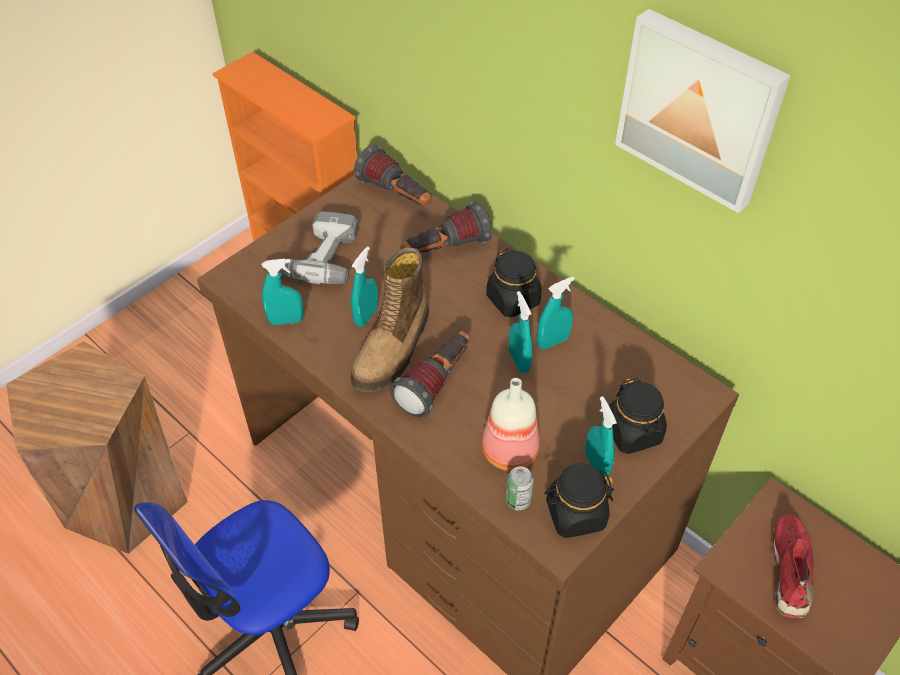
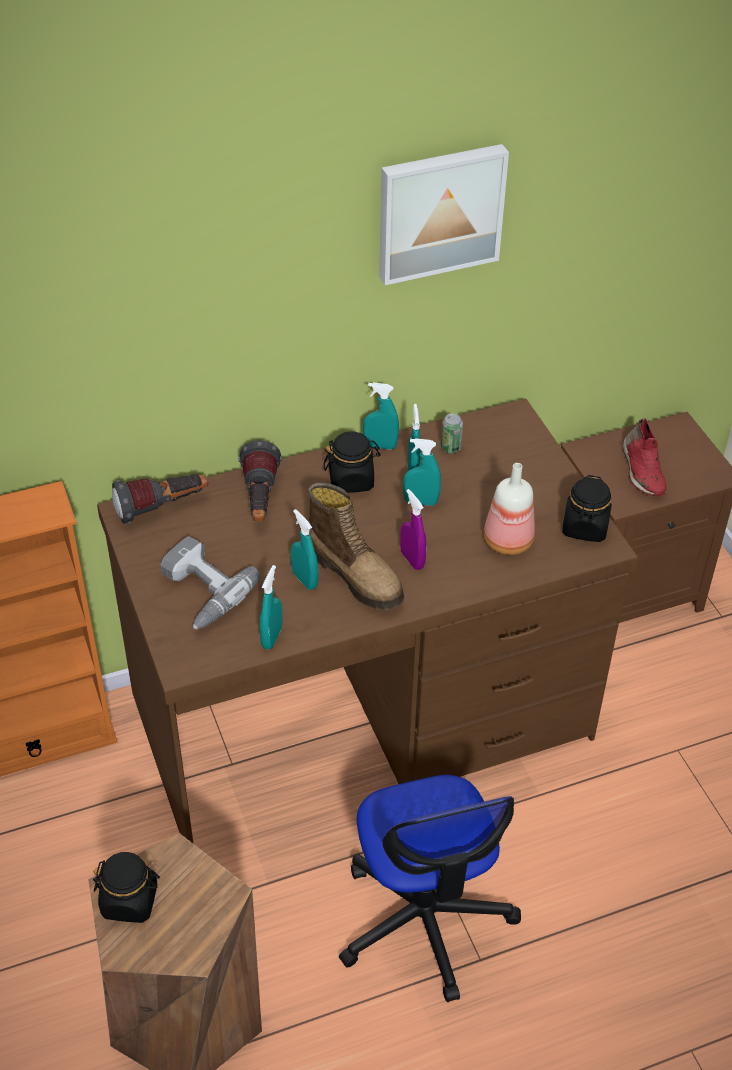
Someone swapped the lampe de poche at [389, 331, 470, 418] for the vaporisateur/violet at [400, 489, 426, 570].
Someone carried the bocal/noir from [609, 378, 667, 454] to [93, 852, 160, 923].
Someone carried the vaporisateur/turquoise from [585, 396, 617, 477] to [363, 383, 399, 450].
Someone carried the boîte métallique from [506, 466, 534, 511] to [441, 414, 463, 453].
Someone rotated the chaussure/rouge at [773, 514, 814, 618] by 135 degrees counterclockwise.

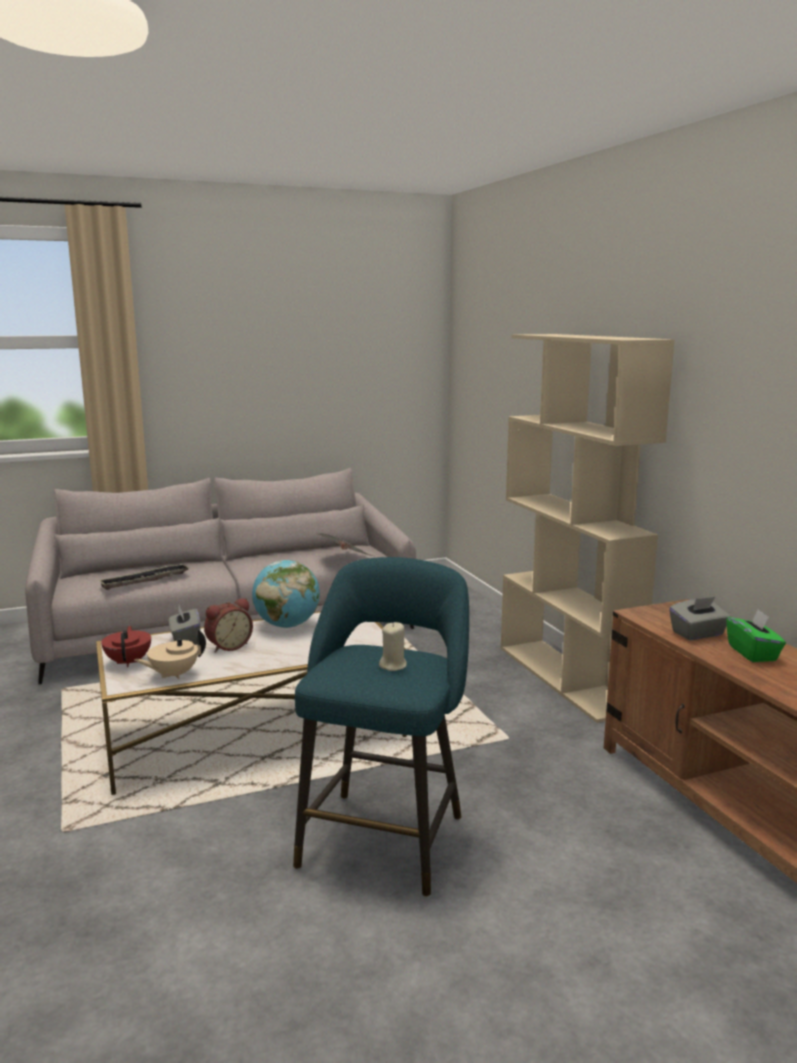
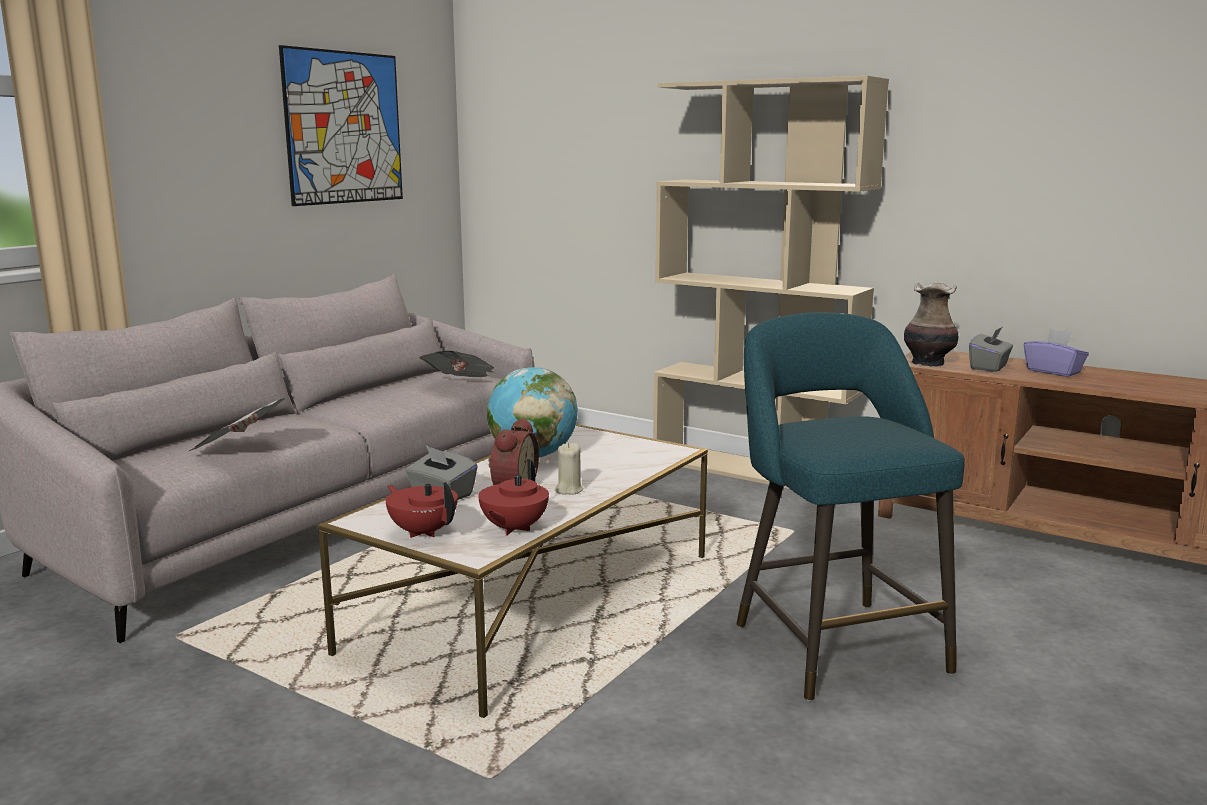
Someone swapped the plateau at [98, 564, 189, 590] for the journal at [189, 398, 285, 451].
Someone repainted the boîte à mouchoirs/vert at [726, 609, 786, 662], which became the boîte à mouchoirs/violet at [1024, 329, 1089, 377].
Someone carried the bougie/beige from [379, 622, 407, 671] to [555, 443, 584, 495].
Someone repainted the théière/beige at [135, 629, 206, 679], which became the théière/rouge at [478, 459, 549, 536].
Someone put up the tableau at [279, 45, 403, 206].
Someone put down the vase at [904, 282, 959, 367].

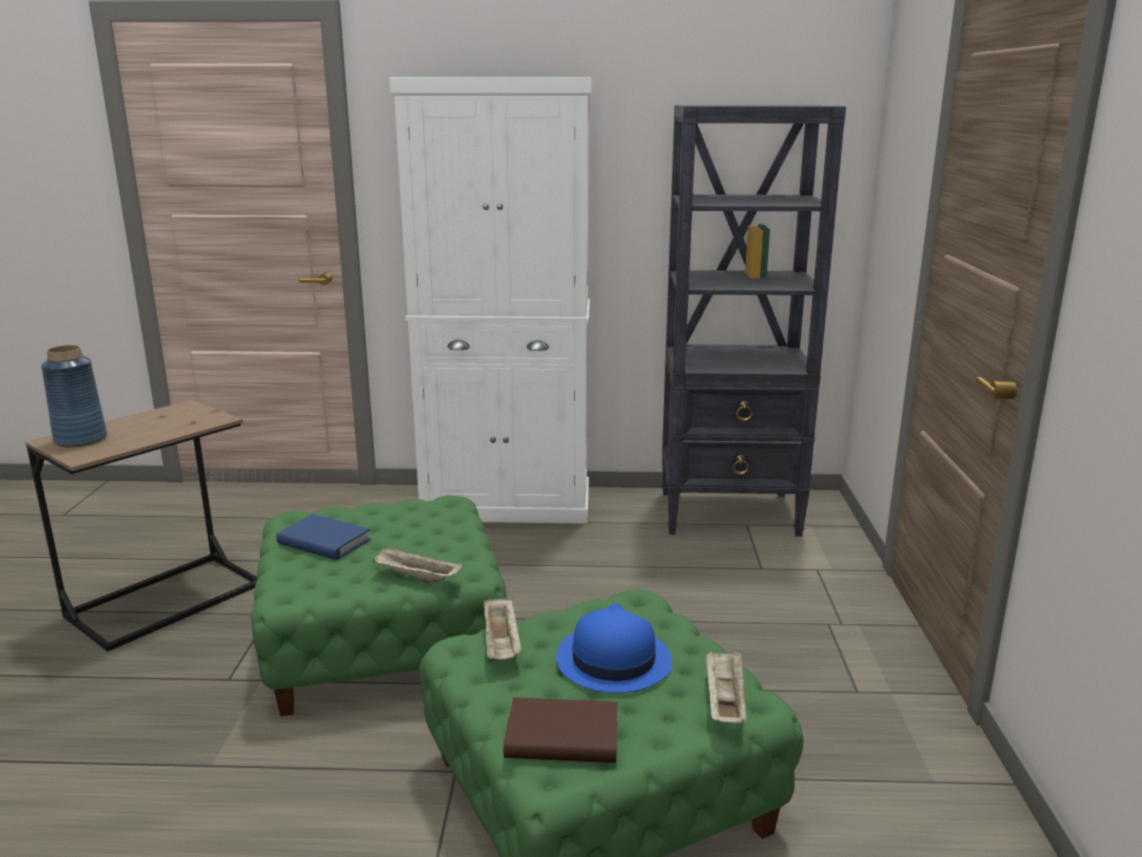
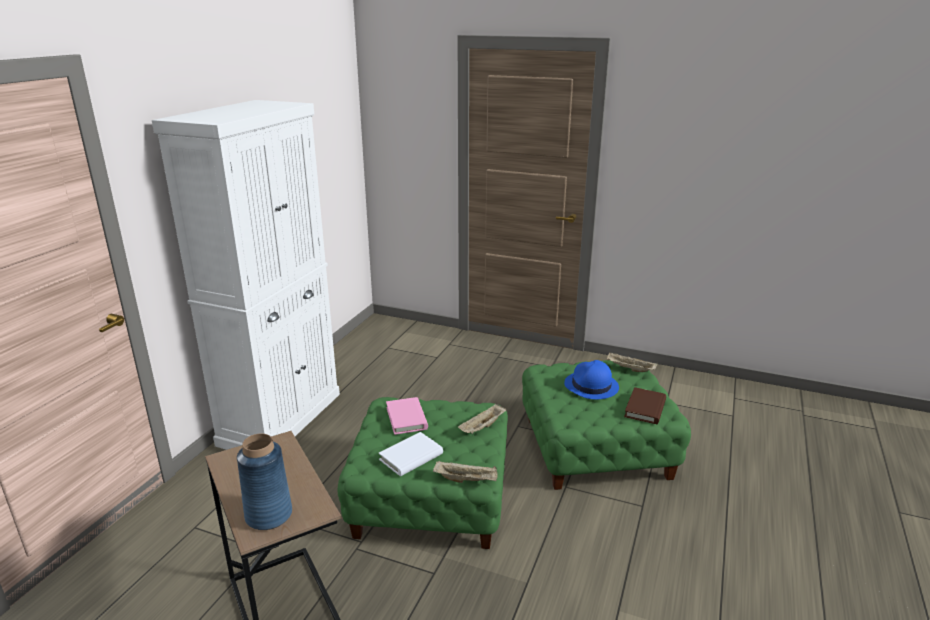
Someone took away the bibliothèque/noir at [662, 105, 846, 537].
Someone repainted the livre/bleu at [276, 514, 371, 560], which became the livre/blanc at [379, 432, 443, 476].
Someone carried the plateau/beige from [484, 597, 522, 659] to [433, 460, 498, 483].
Someone put down the livre/rose at [386, 397, 428, 435].

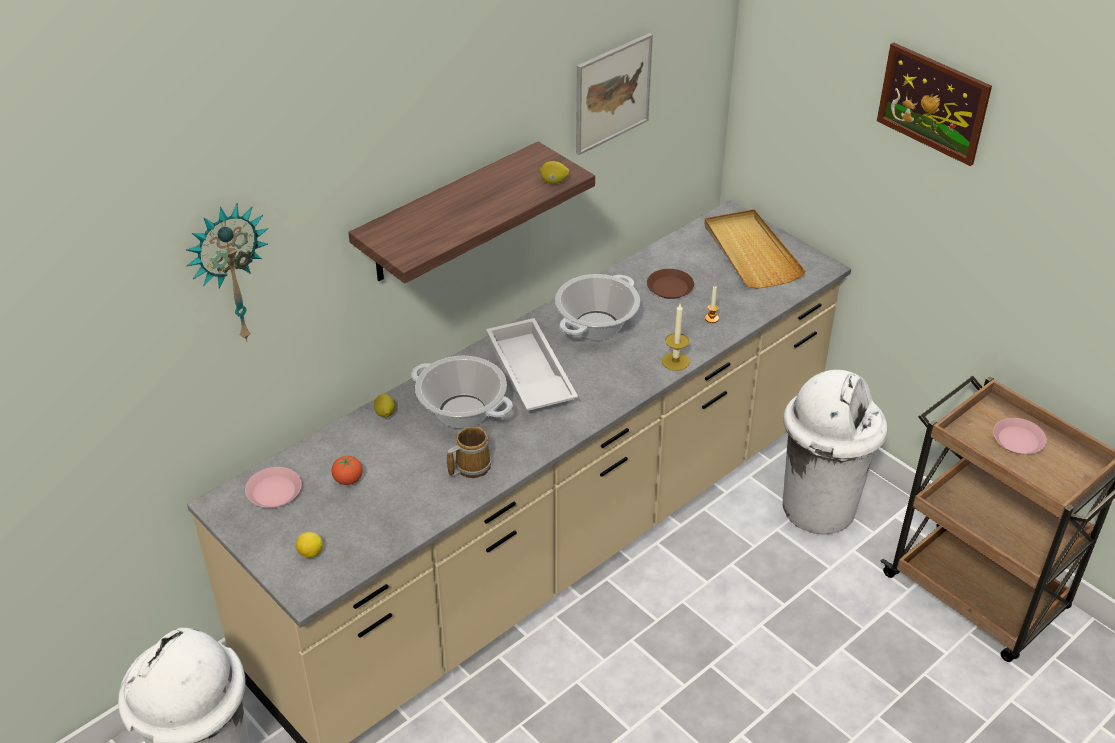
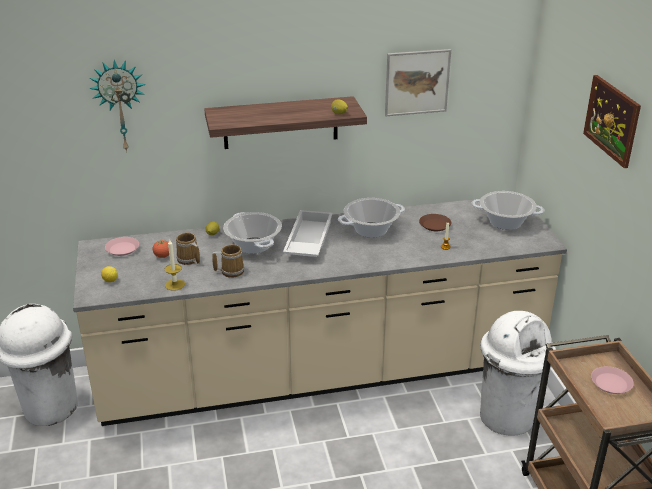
Someone swapped the plateau/beige at [704, 209, 805, 289] for the marmite at [471, 191, 544, 230].
Someone carried the bougie from [662, 304, 689, 371] to [165, 240, 185, 291].
Someone put down the mug at [176, 232, 200, 265].

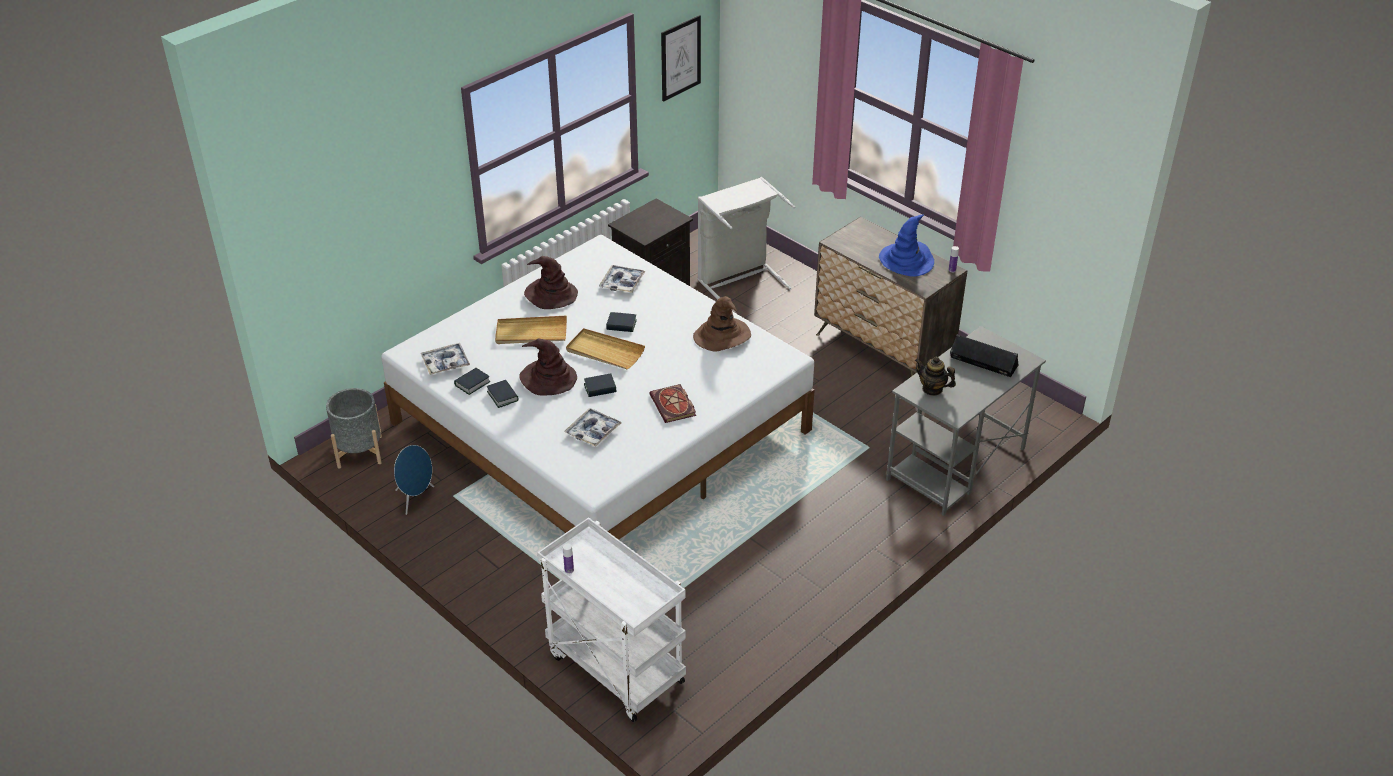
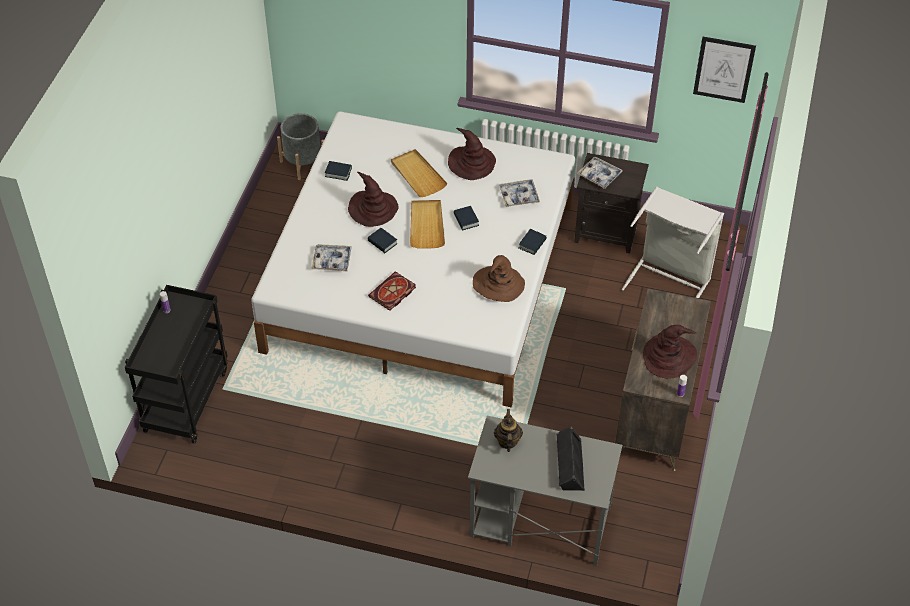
Someone repainted the chapeau/bleu at [879, 214, 934, 277], which became the chapeau/marron at [643, 325, 697, 379].
Someone carried the plateau from [421, 343, 470, 375] to [577, 157, 623, 189].
Someone carried the livre from [487, 380, 519, 408] to [518, 229, 547, 255].
Someone took away the enceinte/bleu at [394, 445, 434, 515].
Someone repainted the chariot/blanc at [537, 517, 686, 722], which became the chariot/noir at [125, 285, 228, 444].

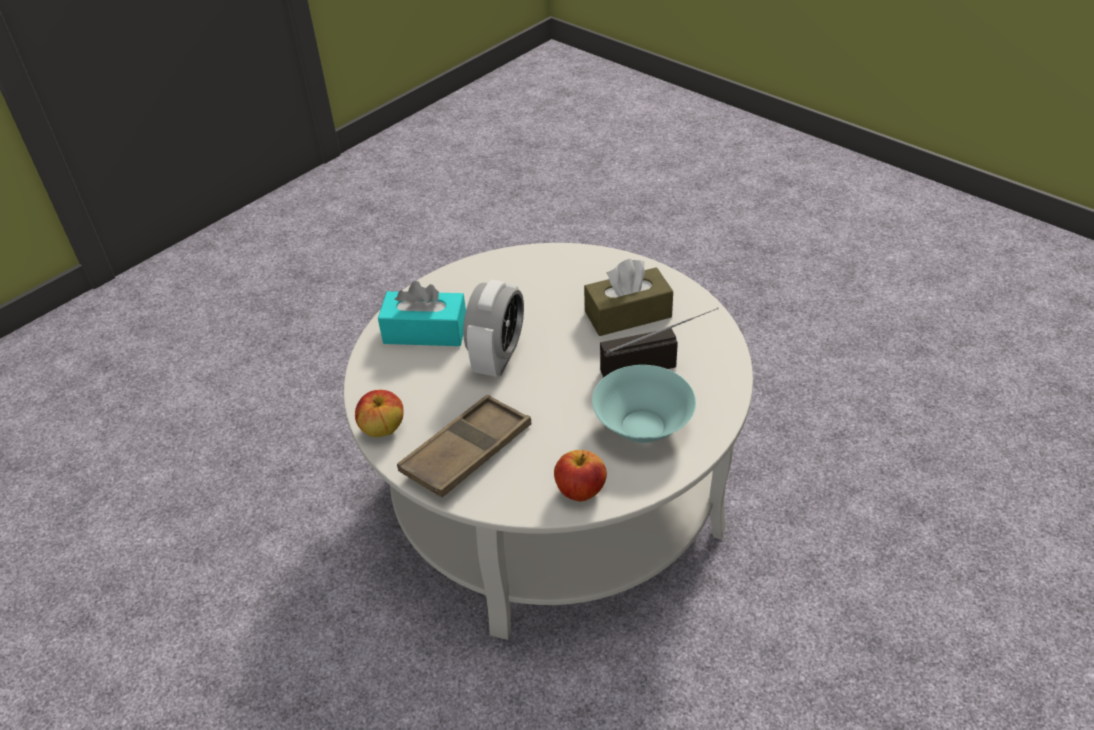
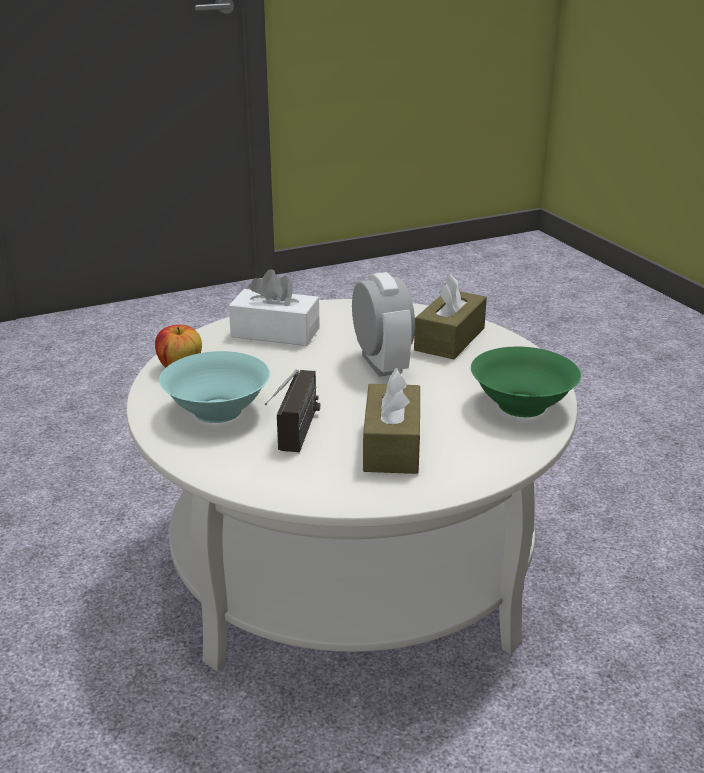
Someone rotated the réveil at [463, 280, 524, 377] by 150 degrees counterclockwise.
Someone repainted the boîte à mouchoirs/turquoise at [378, 281, 466, 346], which became the boîte à mouchoirs/marron at [414, 273, 487, 359].
Someone took away the pomme at [355, 390, 403, 437].
Someone swapped the plateau/marron at [397, 395, 531, 497] for the boîte à mouchoirs/blanc at [229, 269, 320, 346].
Someone put down the bol/vert at [471, 347, 581, 417].

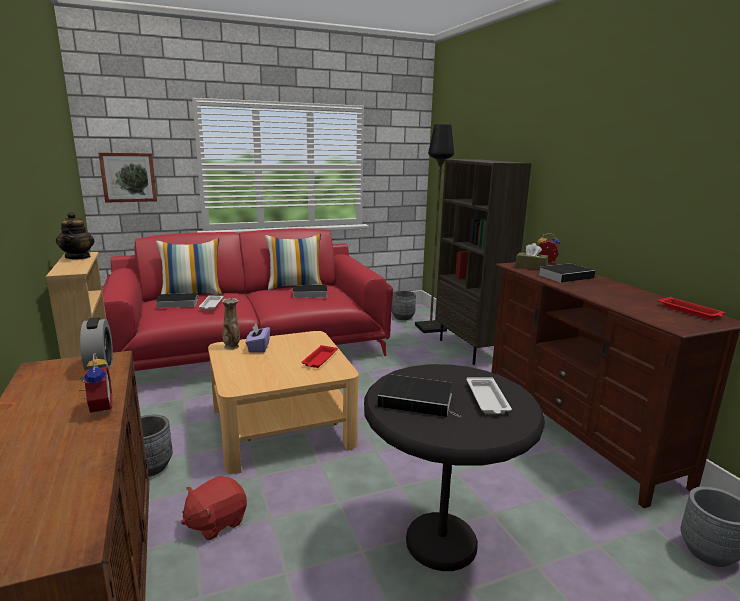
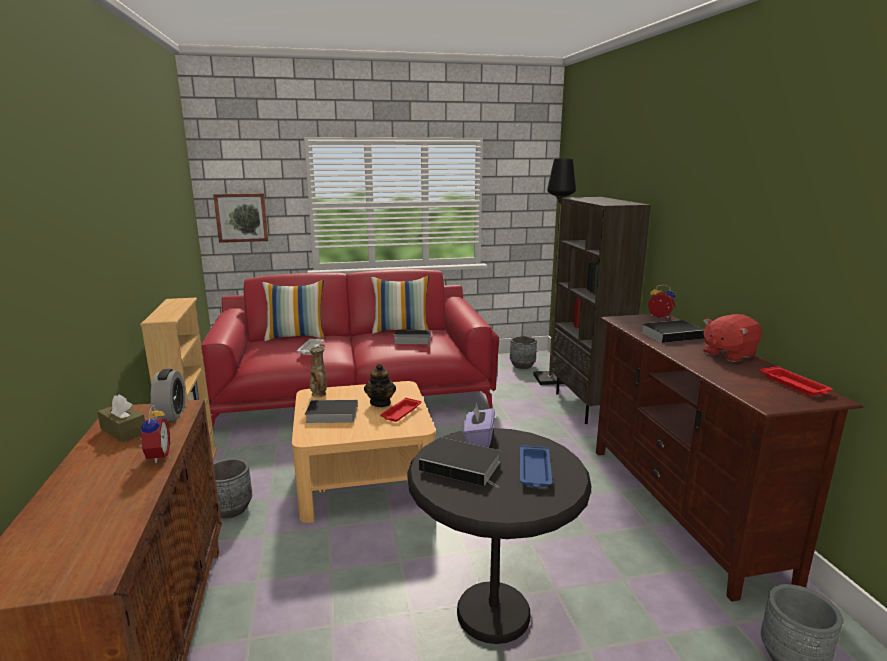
Someone carried the théière from [56, 212, 94, 260] to [364, 364, 396, 407].
Someone carried the boîte à mouchoirs/marron from [515, 243, 548, 270] to [97, 394, 145, 442].
Someone carried the livre from [156, 293, 198, 308] to [303, 400, 358, 423].
Someone carried the boîte à mouchoirs/violet from [246, 324, 270, 353] to [463, 402, 495, 447].
Someone repainted the plateau/blanc at [467, 377, 512, 414], which became the plateau/bleu at [520, 445, 552, 487].
Someone carried the peluche/rouge from [181, 476, 247, 540] to [703, 314, 762, 362].

